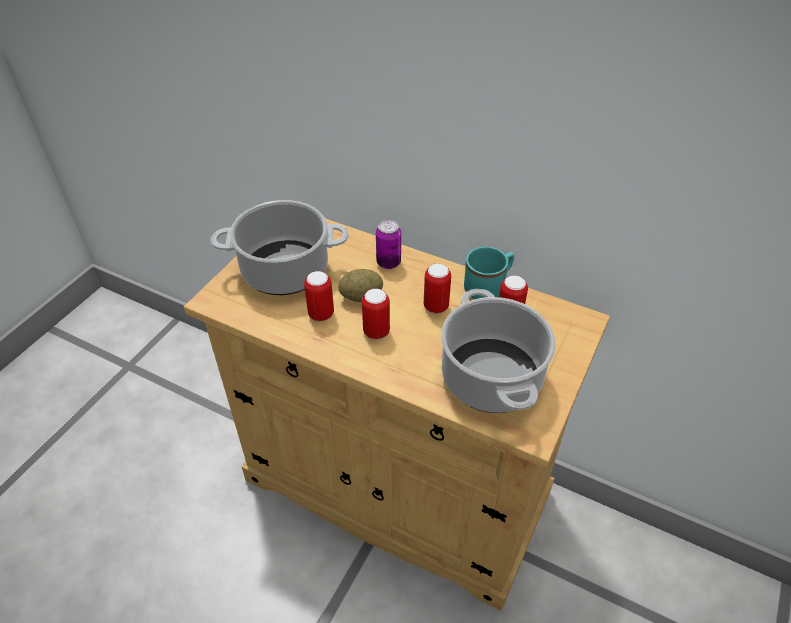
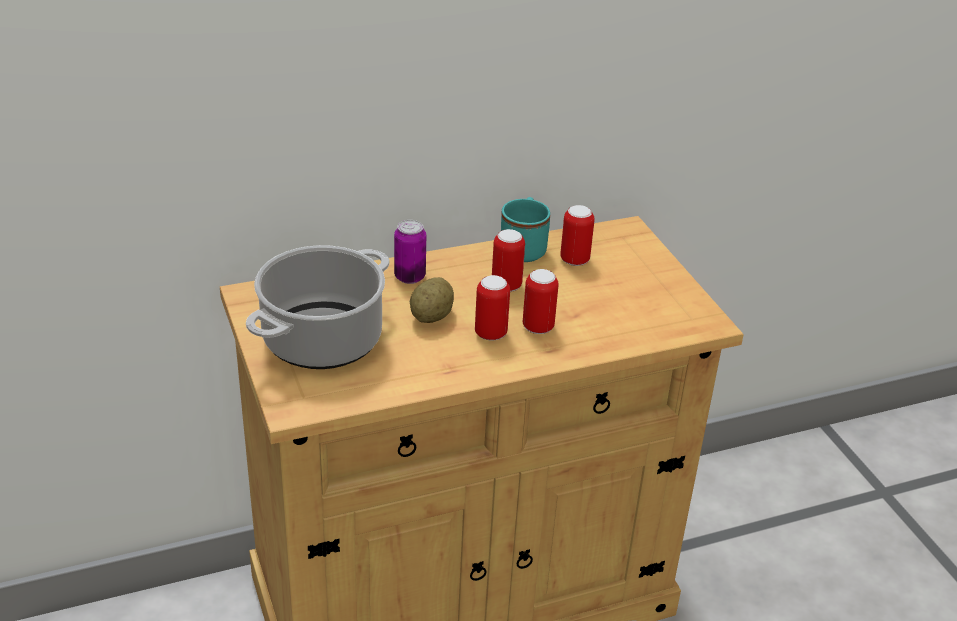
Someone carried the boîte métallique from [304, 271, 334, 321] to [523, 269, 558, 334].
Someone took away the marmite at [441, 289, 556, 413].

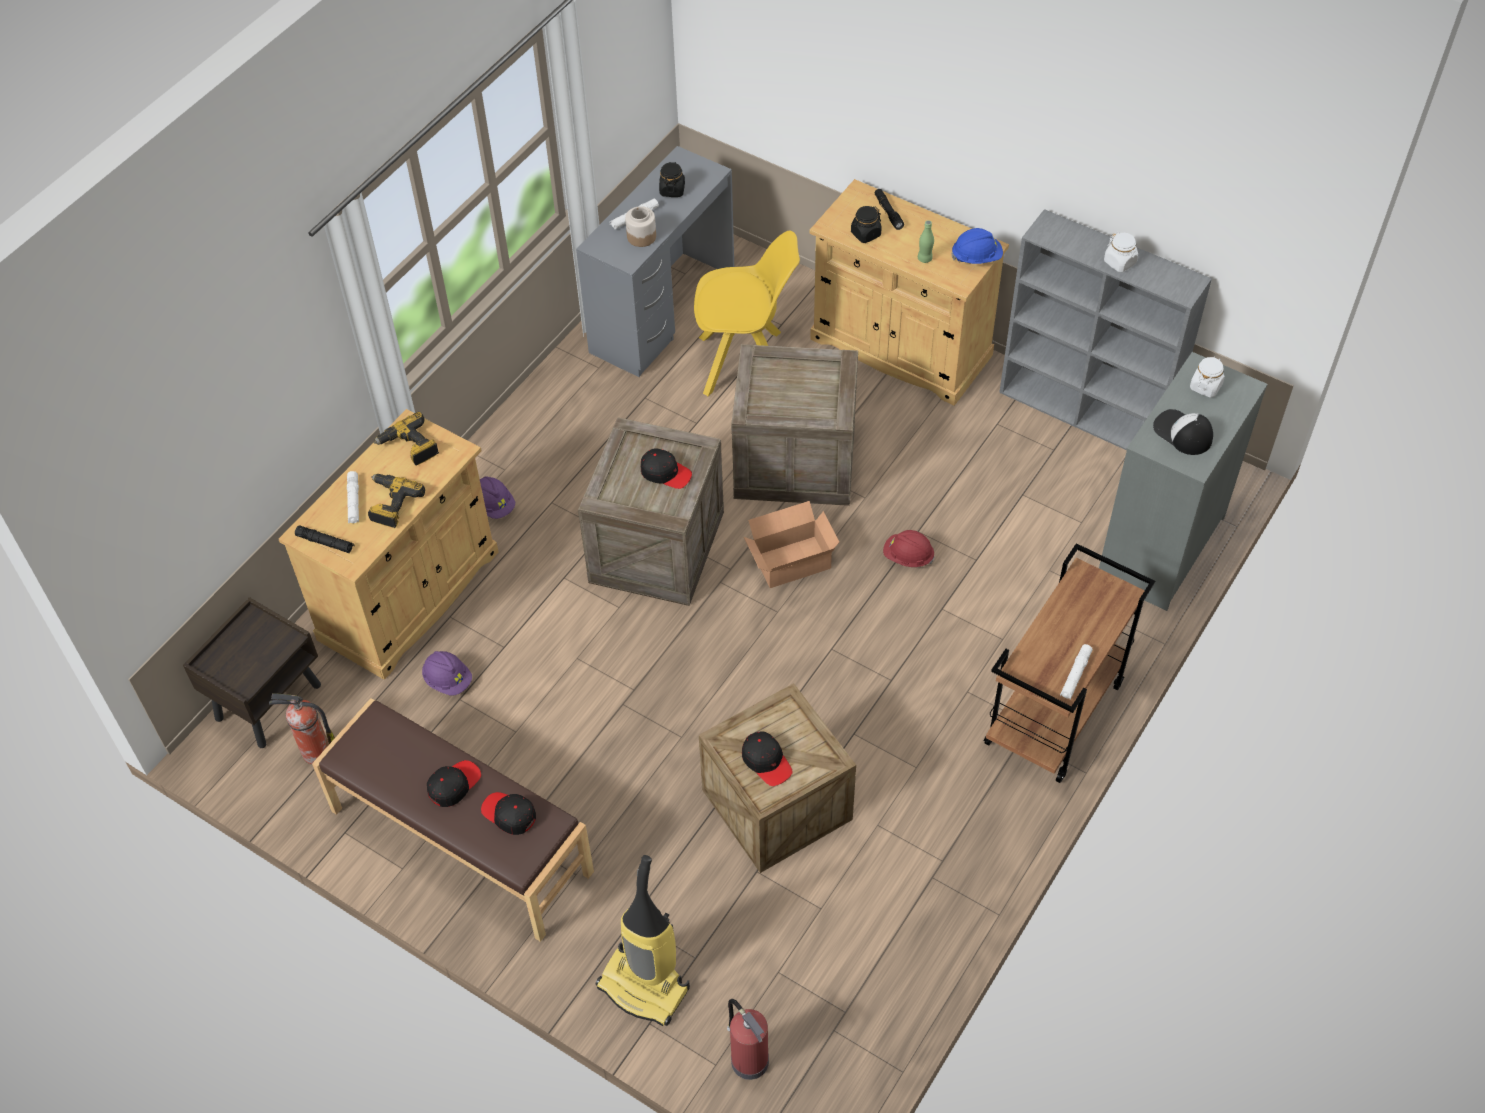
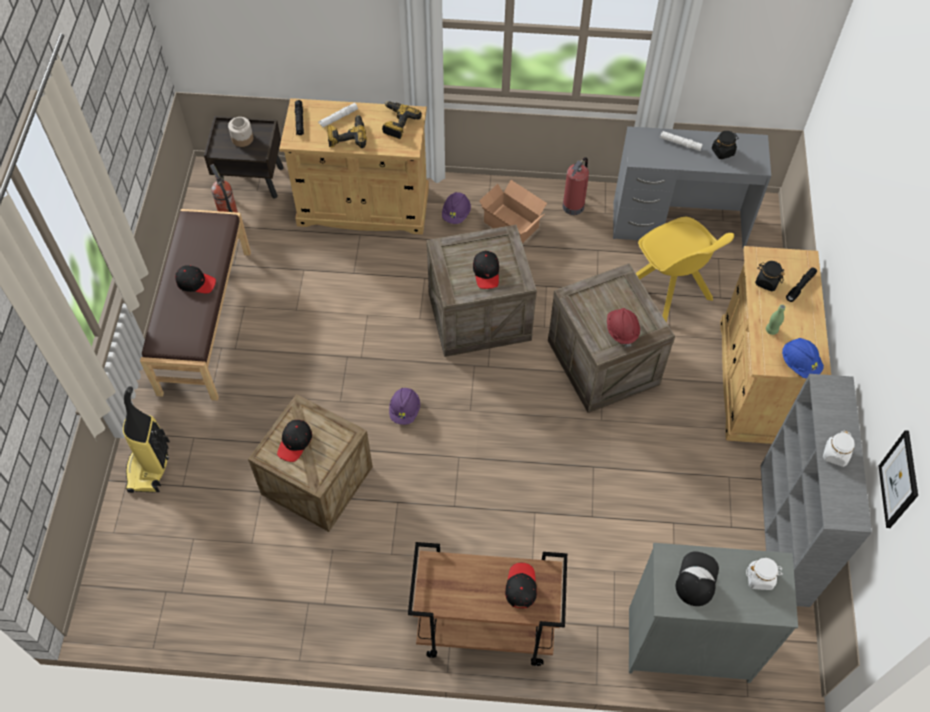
Someone carried the bocal from [625, 206, 656, 247] to [228, 117, 253, 147].
Someone carried the carton from [744, 501, 839, 588] to [479, 180, 547, 243].
Someone carried the casque de chantier/rouge from [883, 530, 935, 567] to [607, 308, 640, 347].
Someone took away the lampe de poche/blanc at [1060, 644, 1093, 700].
Someone carried the casque de chantier/violet from [422, 651, 472, 696] to [389, 388, 420, 425].
Someone carried the casquette/noir from [481, 792, 536, 835] to [505, 563, 537, 608].
Someone carried the extincteur from [727, 999, 769, 1080] to [563, 157, 589, 215].
Someone put up the tableau at [879, 430, 918, 528].

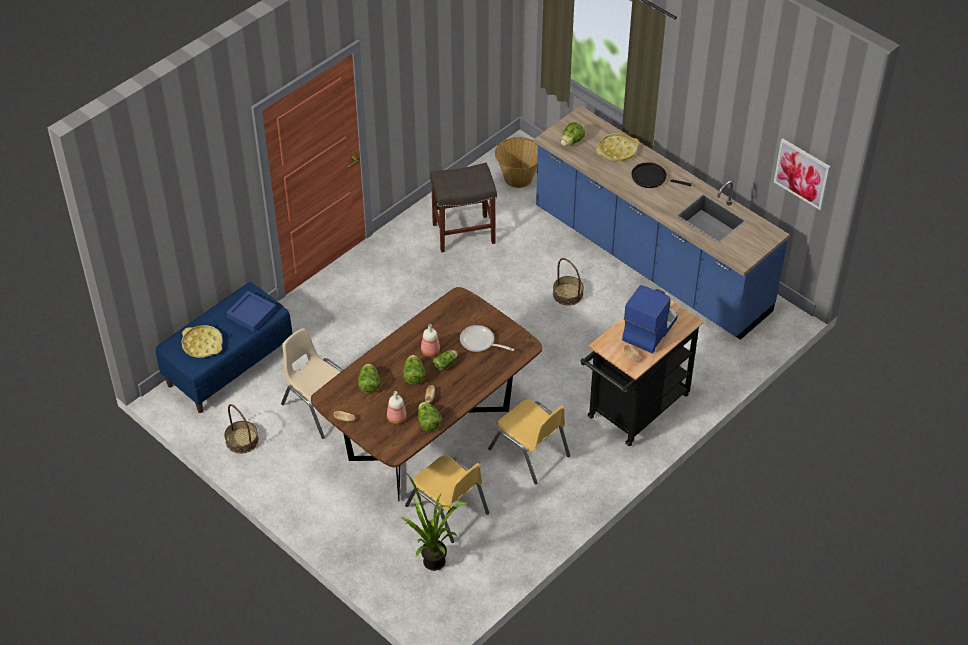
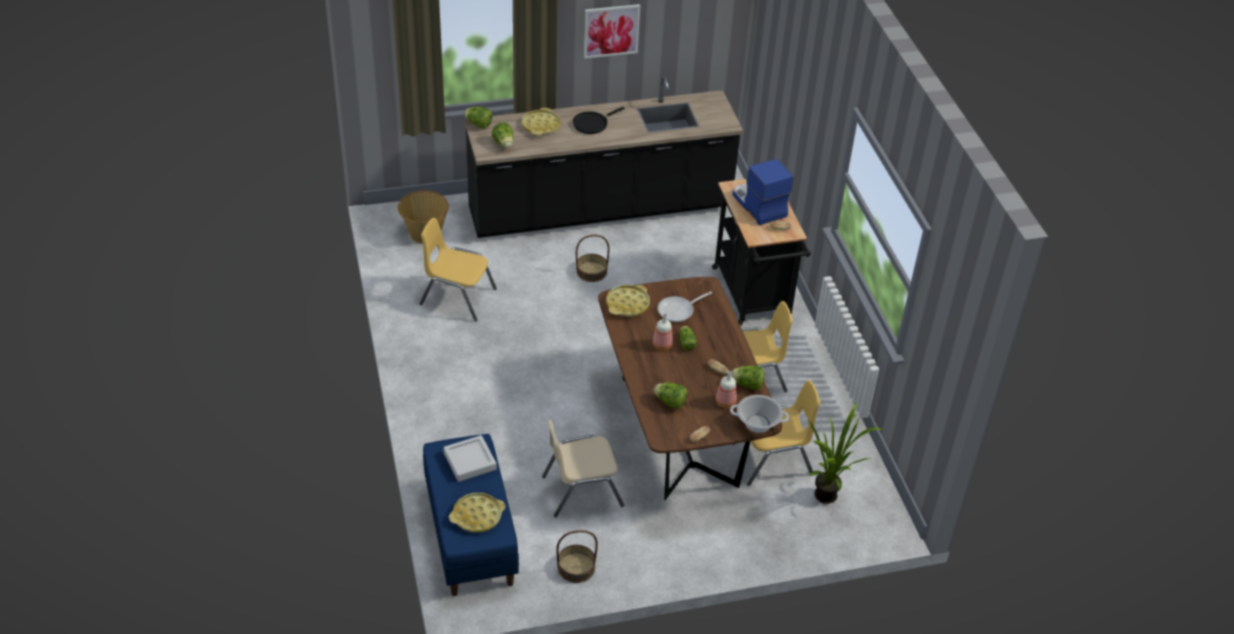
Someone repainted the comptoir de cuisine/bleu at [534, 106, 790, 340], which became the comptoir de cuisine/noir at [464, 77, 743, 238].
Someone carried the tableau from [774, 139, 831, 210] to [584, 4, 640, 59].
Someone swapped the tabouret/gris at [430, 163, 497, 252] for the chaise/jaune at [419, 218, 497, 322].
Someone repainted the plateau/bleu at [226, 291, 276, 332], which became the plateau/gris at [443, 435, 497, 482].
Someone carried the laitue from [403, 355, 426, 384] to [464, 107, 492, 129].
Someone put down the plateau/jaune at [606, 285, 650, 317].
Someone put down the marmite at [730, 395, 789, 433].

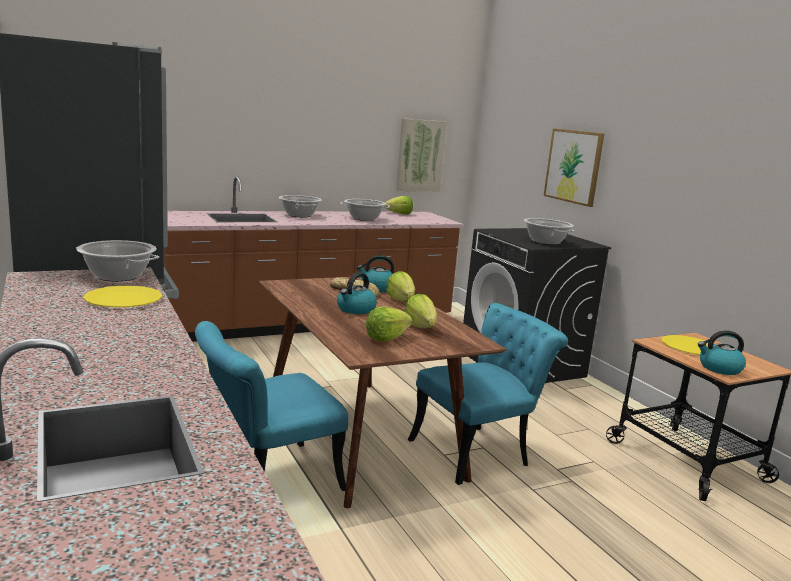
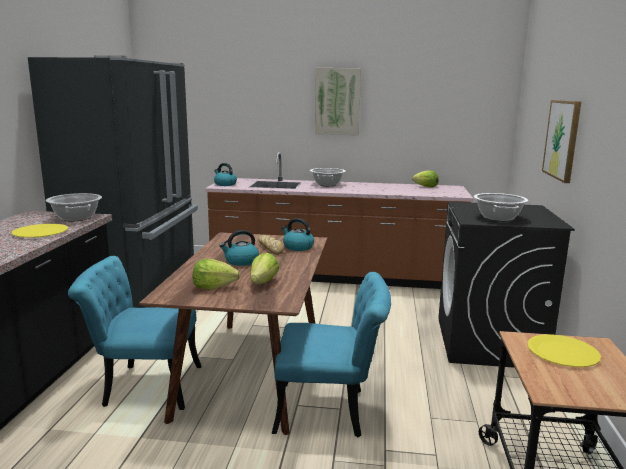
Someone carried the tableau from [396, 118, 447, 192] to [315, 68, 361, 135].
Someone took away the marmite at [340, 199, 390, 221].
Someone took away the laitue at [386, 271, 415, 301].
Someone carried the bouilloire from [698, 330, 746, 375] to [214, 163, 237, 186].

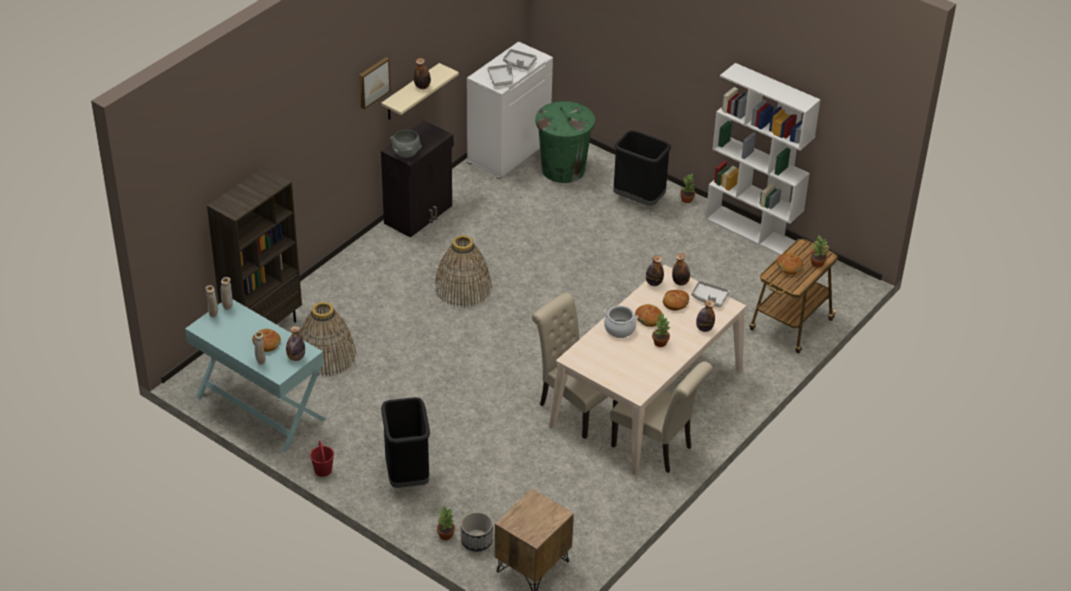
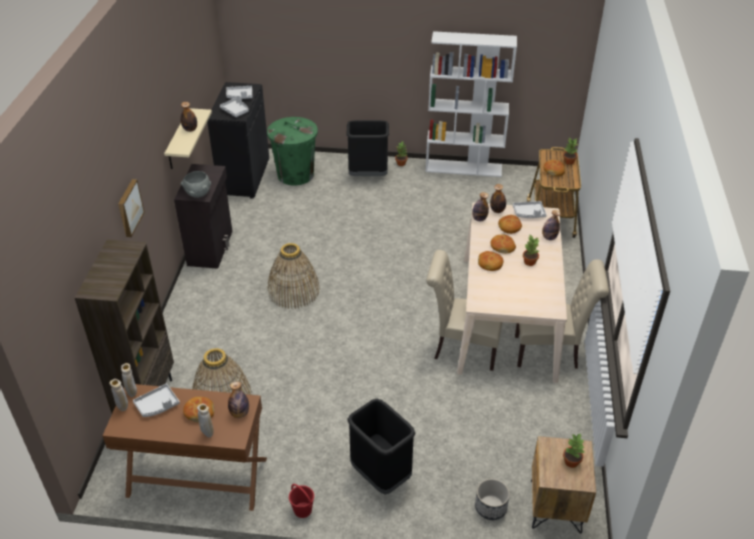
Someone repainted the meuble de rangement/blanc at [467, 41, 553, 179], which became the meuble de rangement/noir at [207, 82, 269, 199].
Someone carried the tableau from [359, 57, 391, 109] to [118, 179, 145, 237].
Someone repainted the table console/turquoise at [185, 300, 326, 453], which became the table console/marron at [102, 384, 267, 511].
Someone swapped the marmite at [604, 306, 638, 338] for the pain at [478, 251, 504, 271].
Someone carried the plante en pot from [437, 507, 455, 540] to [563, 433, 584, 468].
Someone put down the plateau/gris at [133, 384, 180, 417].

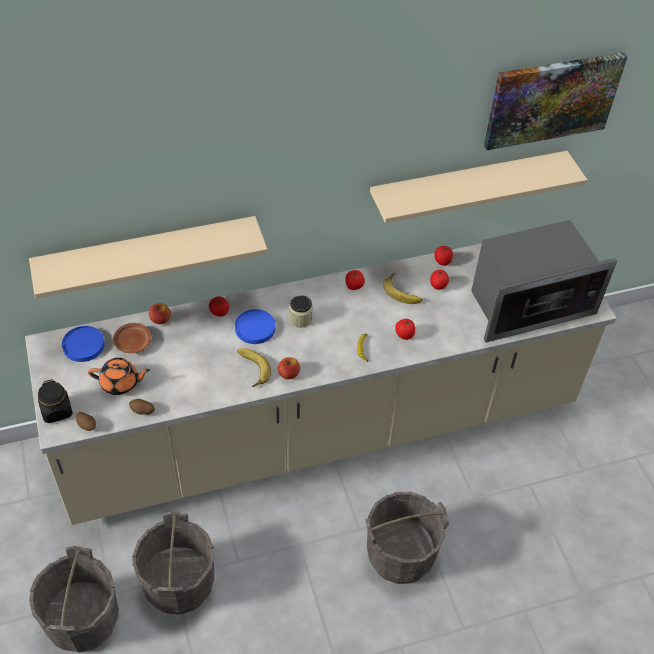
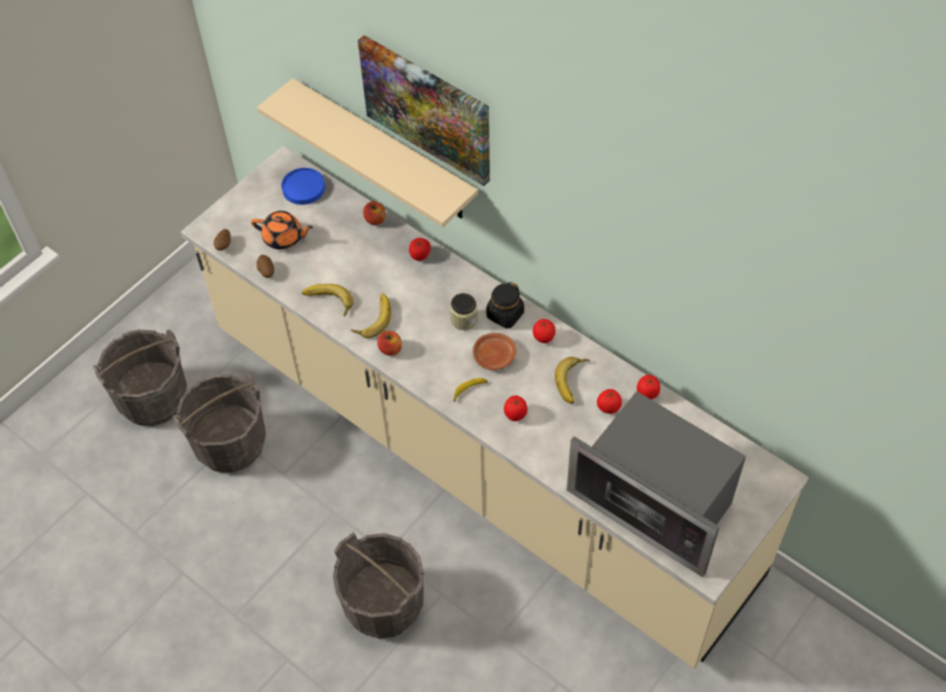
Someone carried the tableau from [484, 52, 627, 150] to [358, 35, 490, 186].
Someone took away the étagère/beige at [370, 151, 587, 223].
Someone took away the assiette/bleu at [235, 309, 275, 344].
Someone carried the assiette/marron from [113, 323, 151, 353] to [473, 333, 516, 370].
Someone rotated the théière/orange at [88, 358, 150, 395] by 45 degrees counterclockwise.
Someone carried the bocal/noir from [38, 379, 73, 423] to [486, 282, 524, 329].
Someone put down the banane at [302, 284, 353, 316].

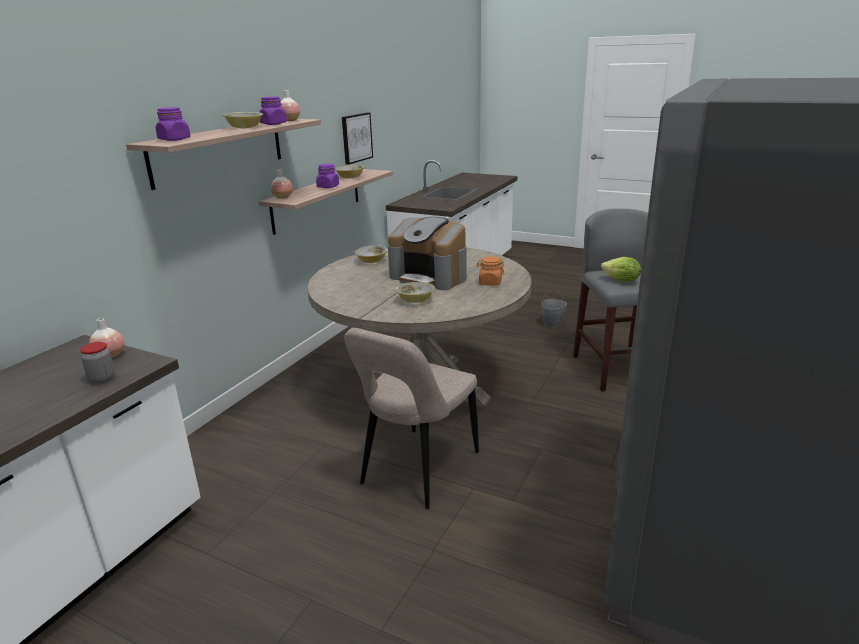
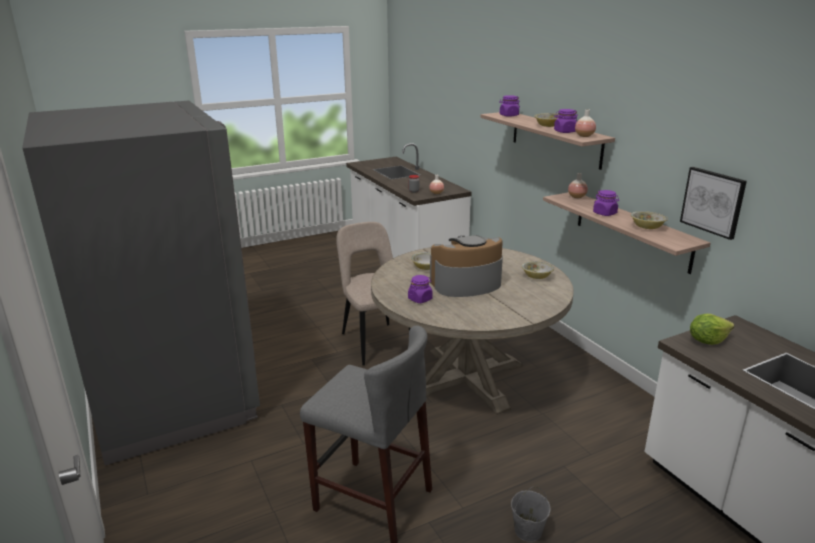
Someone repainted the bocal/orange at [476, 256, 505, 286], which became the bocal/violet at [408, 275, 433, 303].
Someone carried the laitue from [601, 257, 641, 282] to [690, 314, 734, 345].

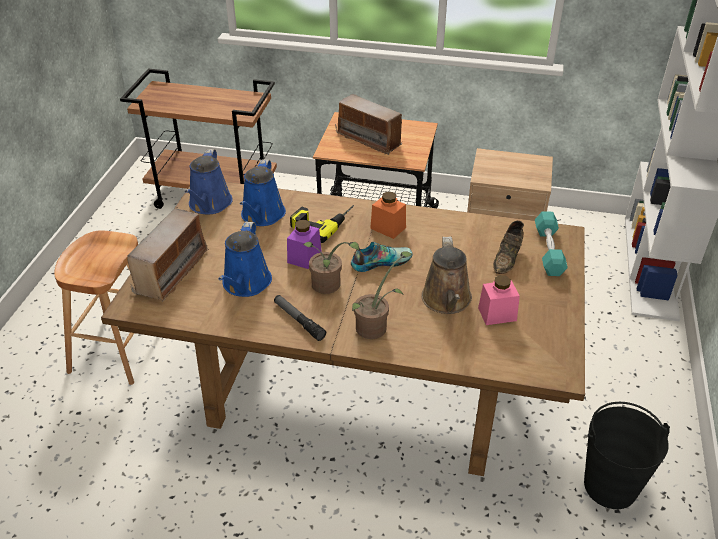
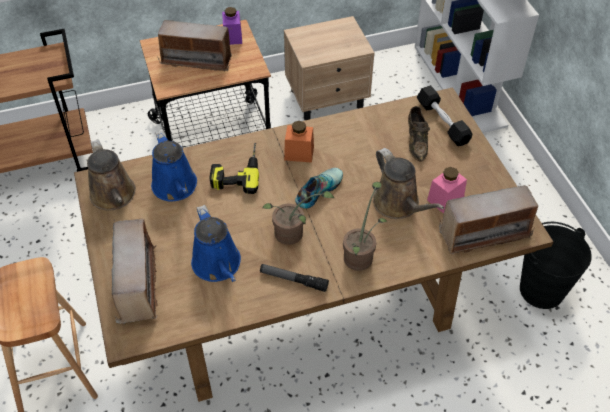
Someone repainted the arrosoir/bleu at [185, 149, 233, 214], which became the arrosoir/marron at [87, 139, 136, 211].
Someone repainted the haltère/turquoise at [535, 211, 568, 276], which became the haltère/noir at [417, 85, 472, 146].
Someone carried the bocal/violet from [287, 220, 322, 269] to [222, 7, 242, 45].
Someone put down the radio at [439, 185, 538, 254].

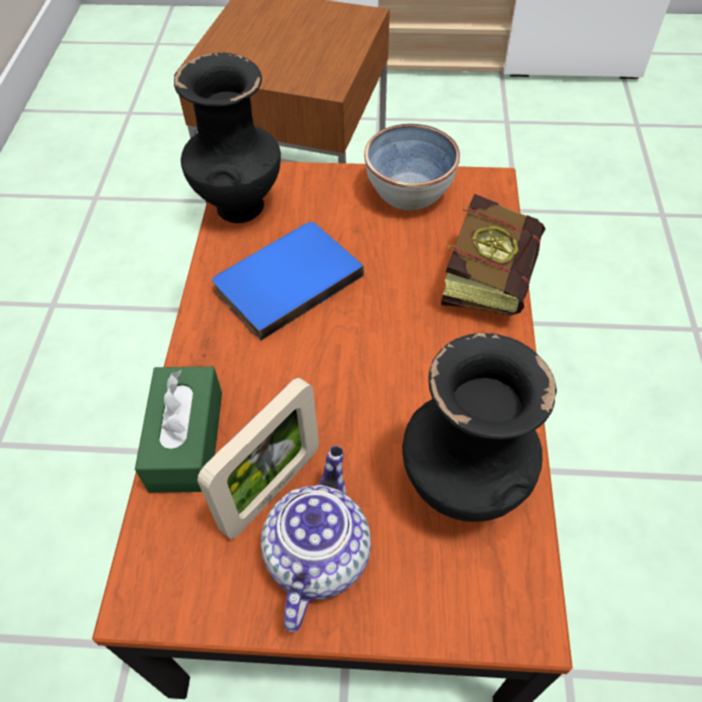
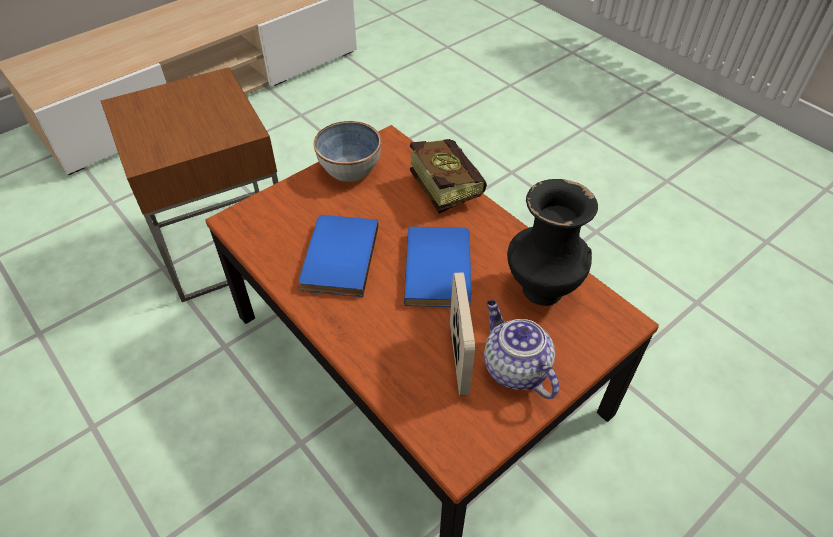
Someone took away the vase/noir at [174, 52, 281, 223].
Someone took away the boîte à mouchoirs/vert at [135, 366, 222, 493].
Someone put down the livre/bleu at [404, 227, 472, 307].

